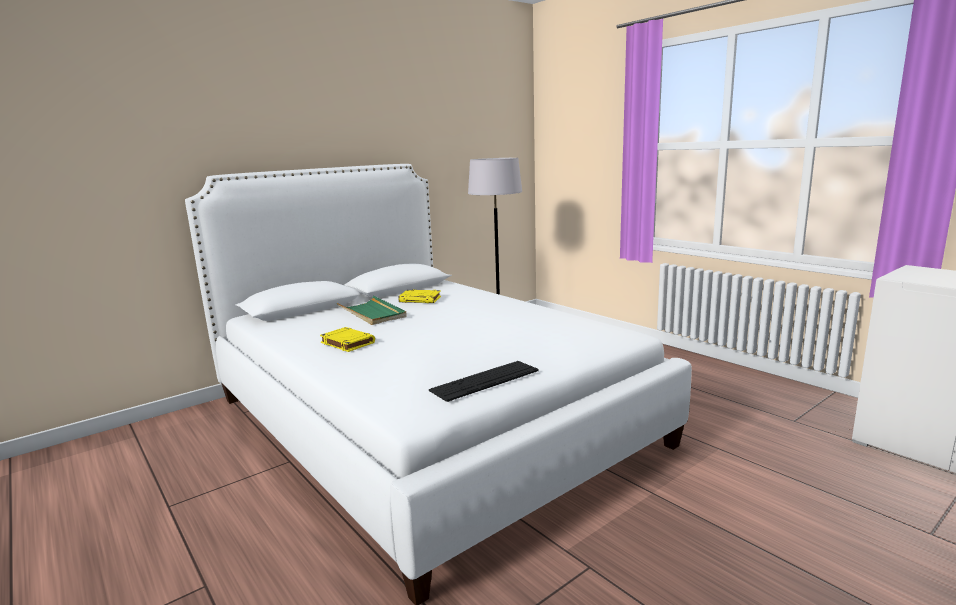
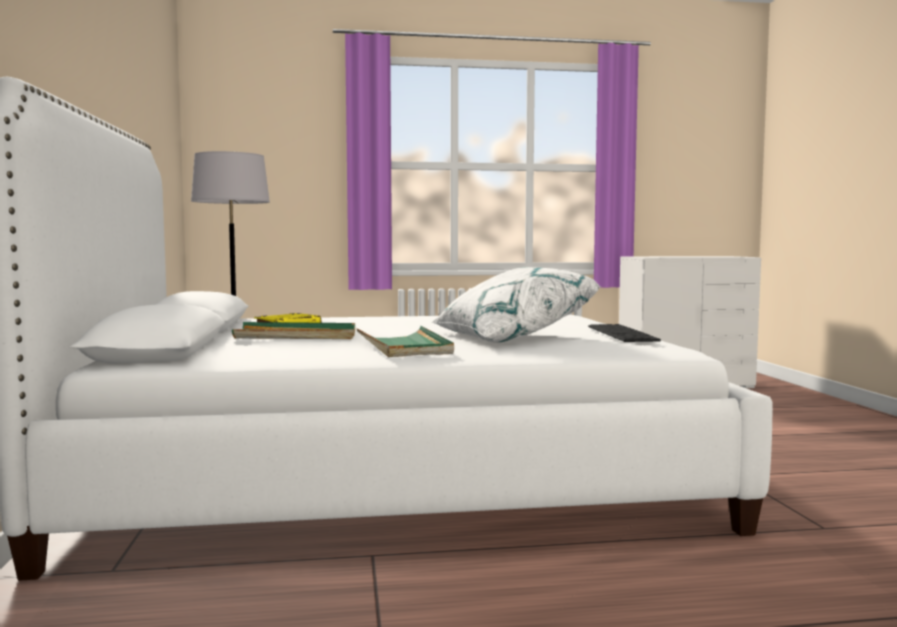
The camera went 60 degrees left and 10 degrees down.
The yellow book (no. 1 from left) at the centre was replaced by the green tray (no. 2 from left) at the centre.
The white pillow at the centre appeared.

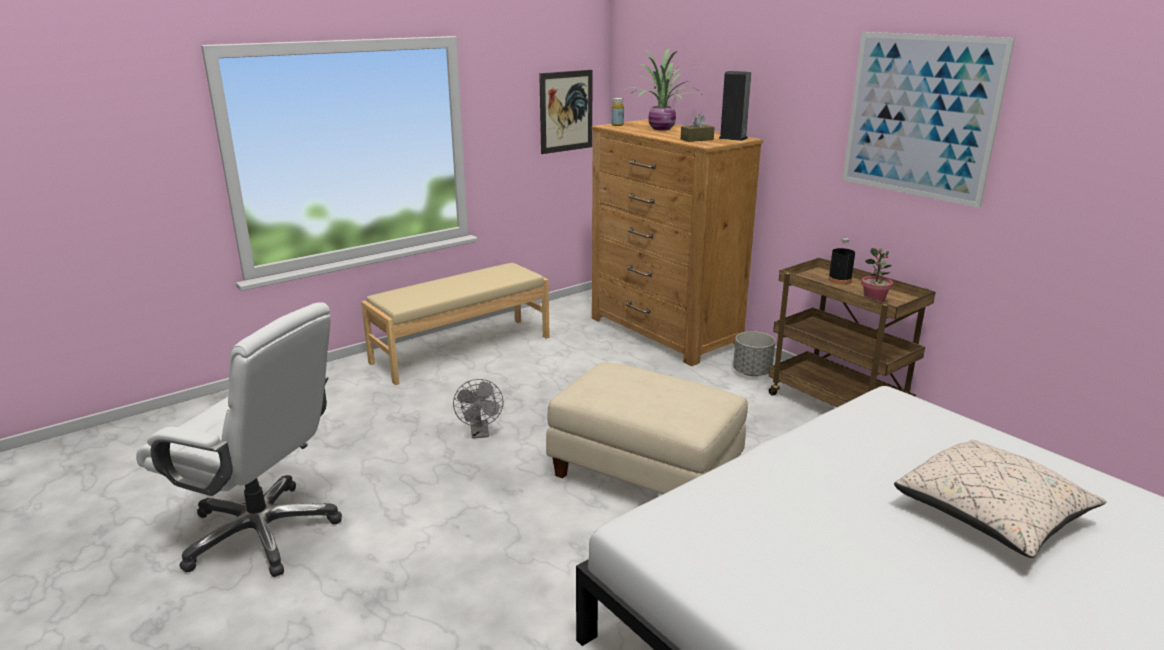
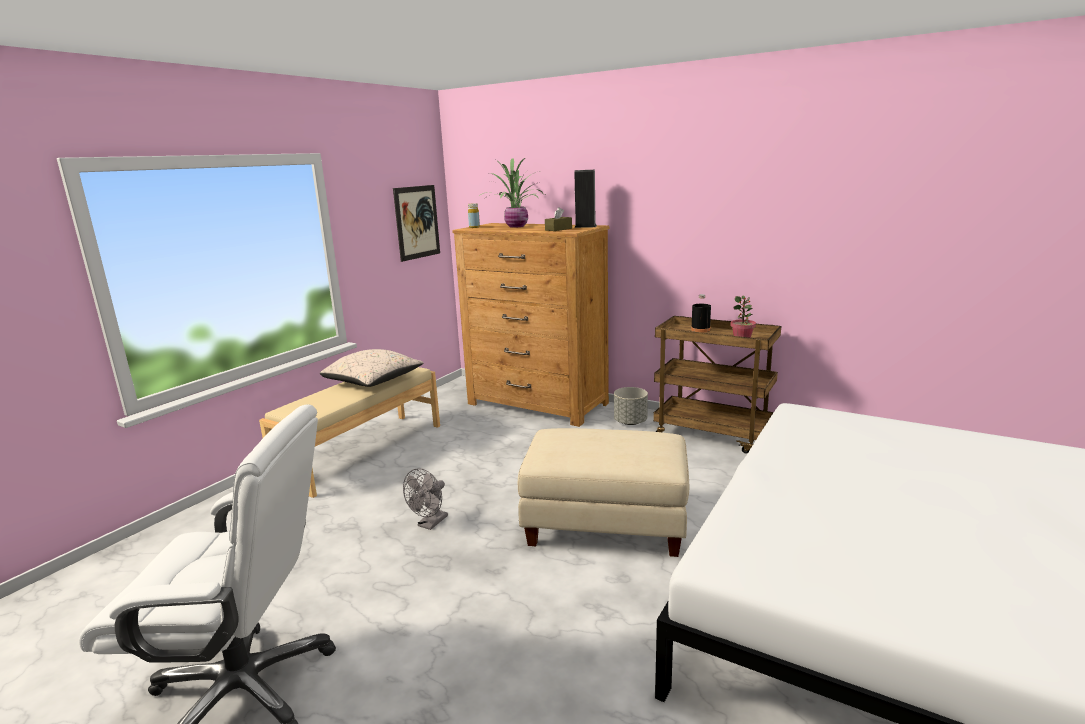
The camera went 20 degrees left and 5 degrees down.
The picture (no. 2 from left) at the top right disappeared.
The grey fan at the centre turned 60 degrees clockwise.
The beige pillow moved from the bottom right to the centre.

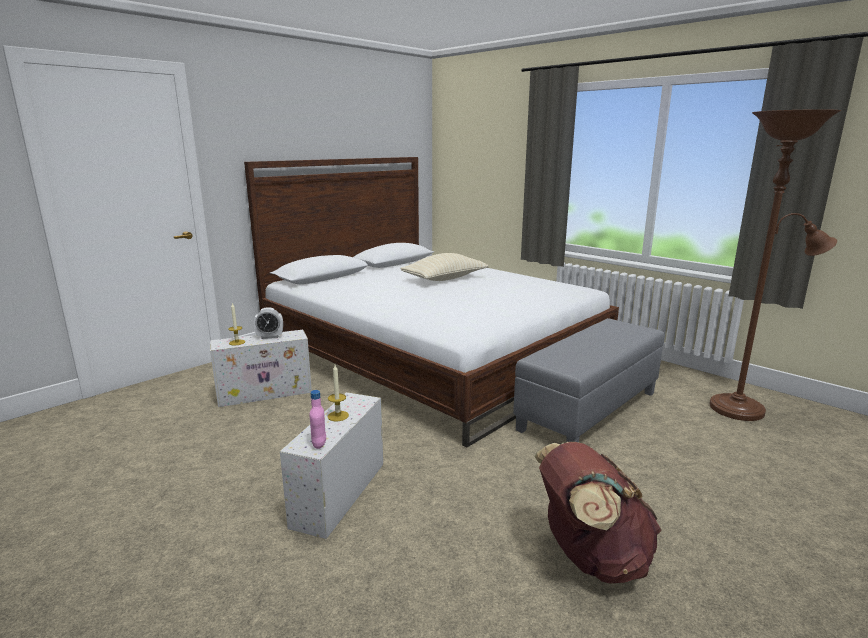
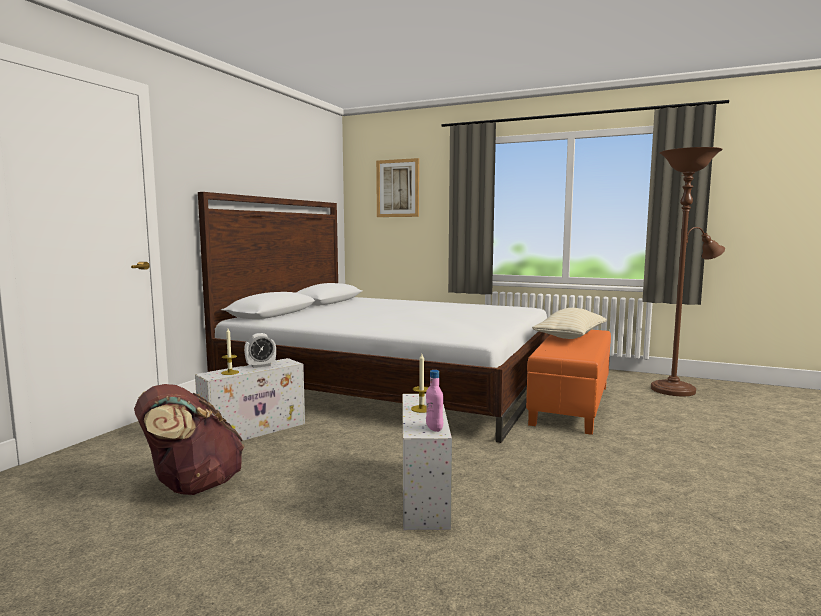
The camera went 20 degrees left and 10 degrees down.
The beige pillow moved from the centre to the middle right.
The grey ottoman at the middle right became the orange ottoman at the middle right.
The brown backpack moved from the bottom right to the bottom left.
The picture at the top centre appeared.

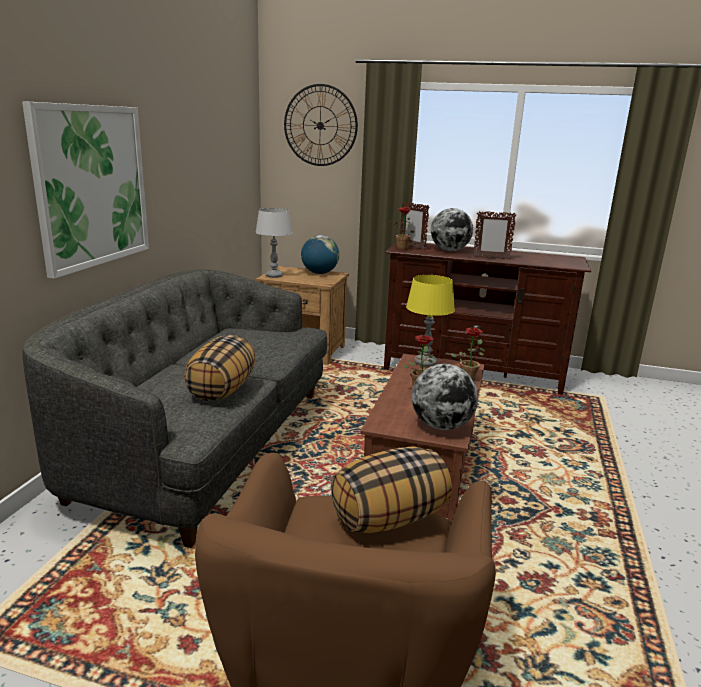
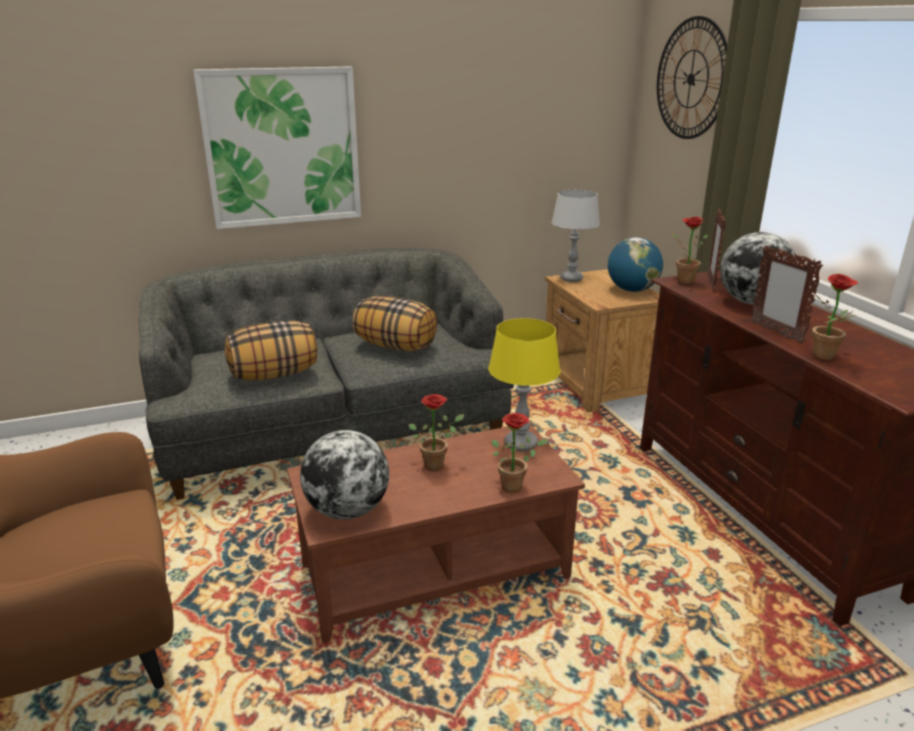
The camera went 55 degrees right and 5 degrees up.
The pillow (no. 2 from left) moved from the bottom centre to the centre.
The potted plant (no. 4 from left) at the middle right appeared.

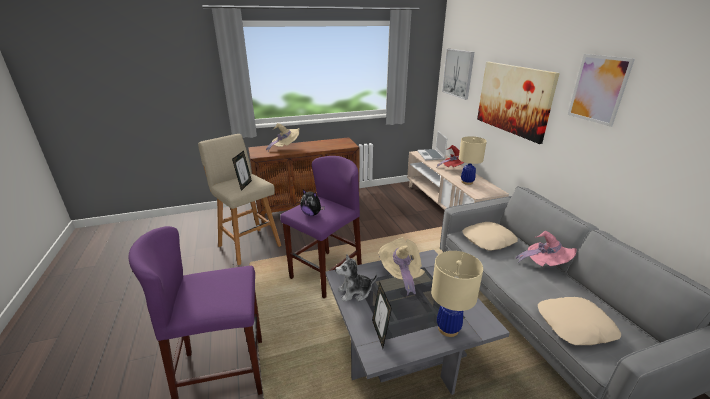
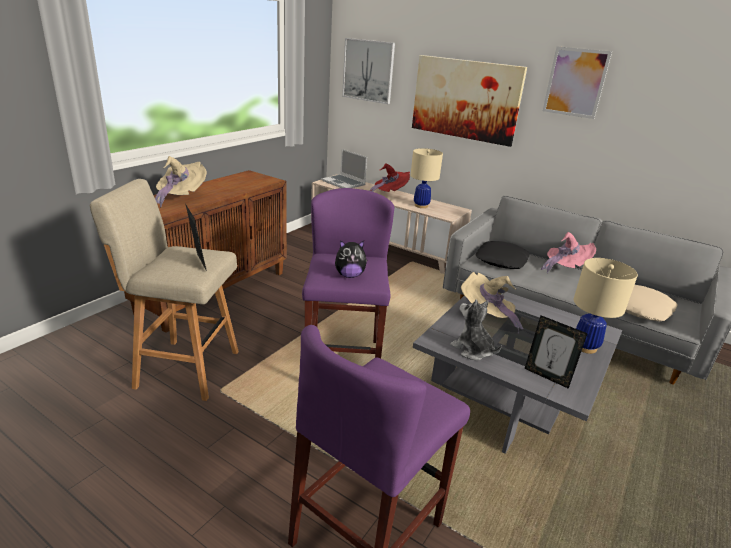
The camera went 40 degrees left and 0 degrees up.
The beige pillow (no. 1 from left) at the middle right became the black pillow at the middle right.
The plush toy (no. 2 from left) at the bottom centre turned 105 degrees clockwise.

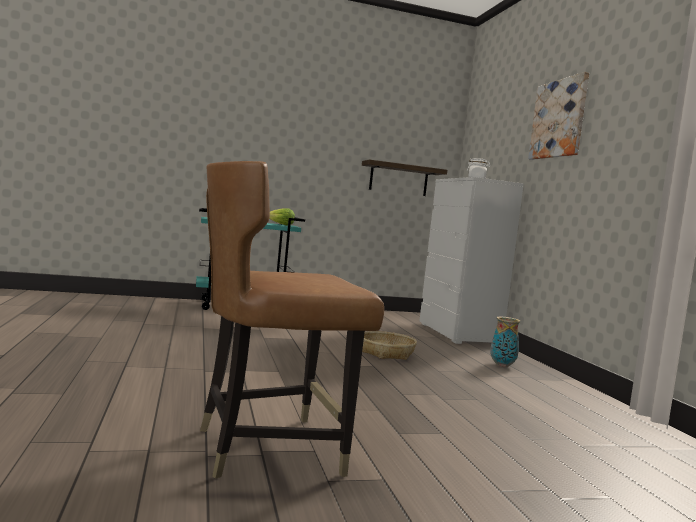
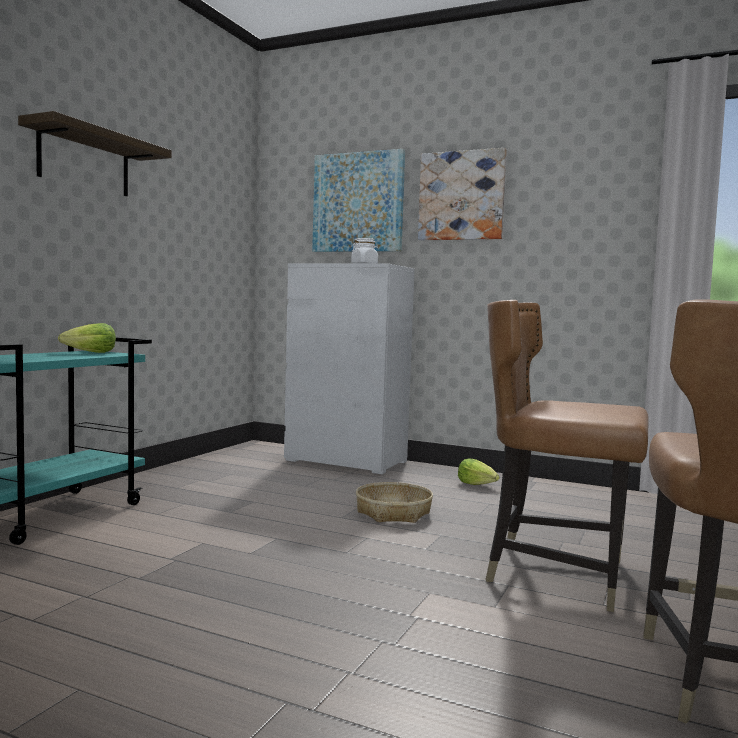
The camera went 50 degrees left and 0 degrees up.
The shelf moved from the centre to the top left.
The vase at the middle right was replaced by the lettuce (no. 2 from left) at the centre.
The picture (no. 1 from left) at the top centre appeared.
The brown chair (no. 1 from left) at the middle right appeared.

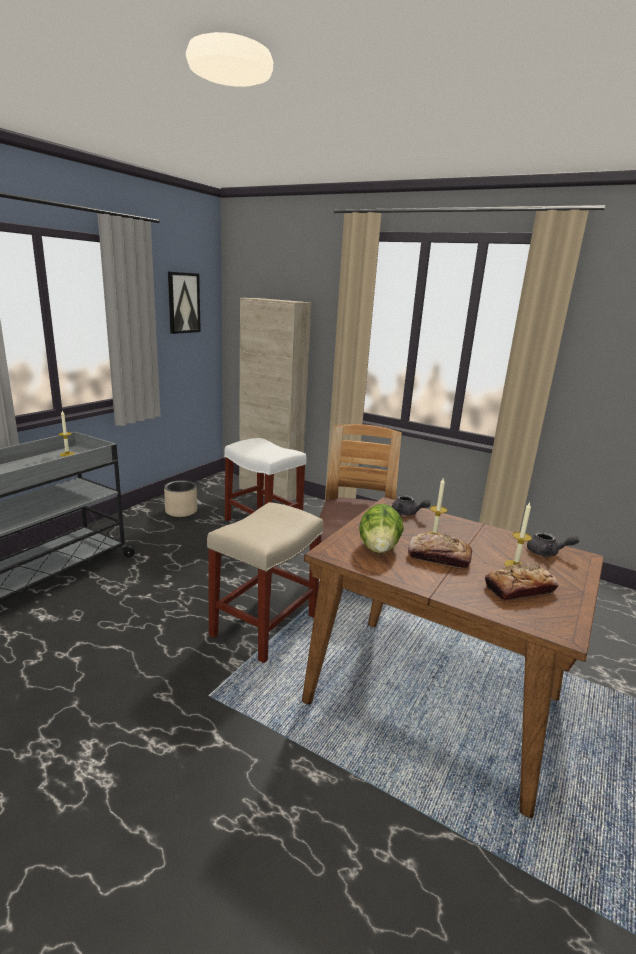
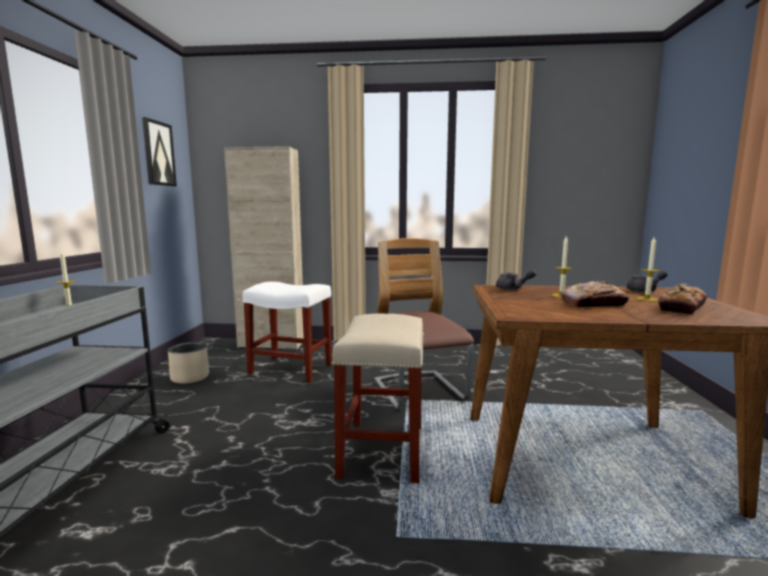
The camera went 25 degrees left and 10 degrees down.
The lettuce at the centre disappeared.

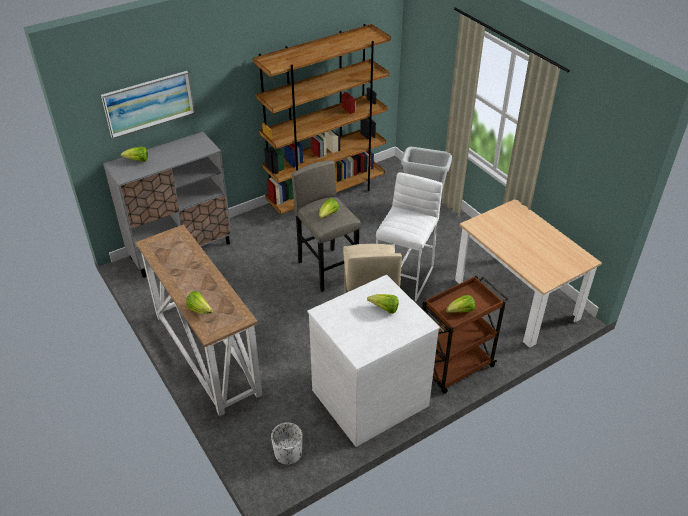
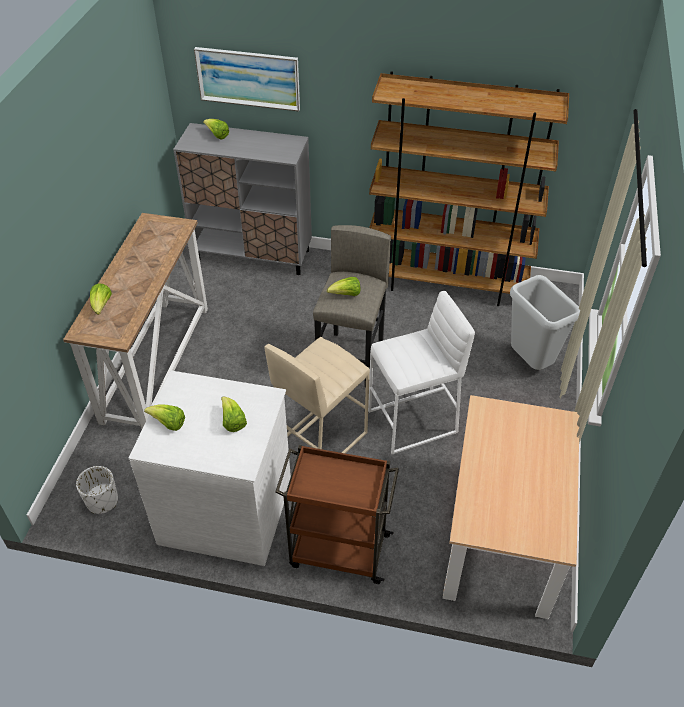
The camera went 45 degrees right and 5 degrees up.
The lettuce (no. 5 from left in the first image) moved from the middle right to the middle left.

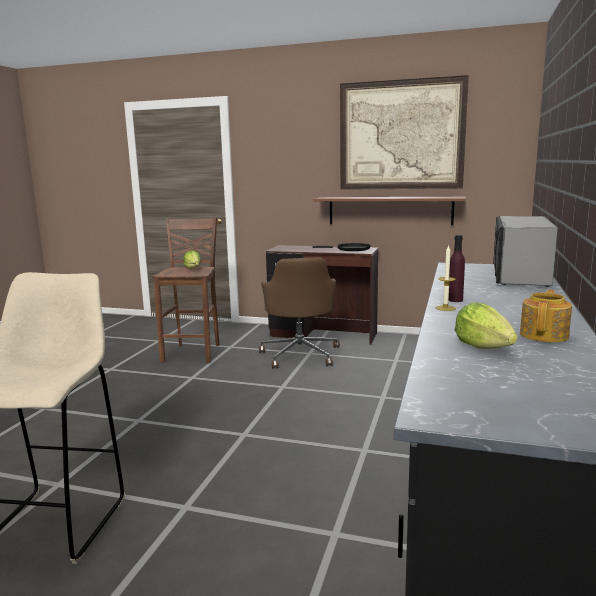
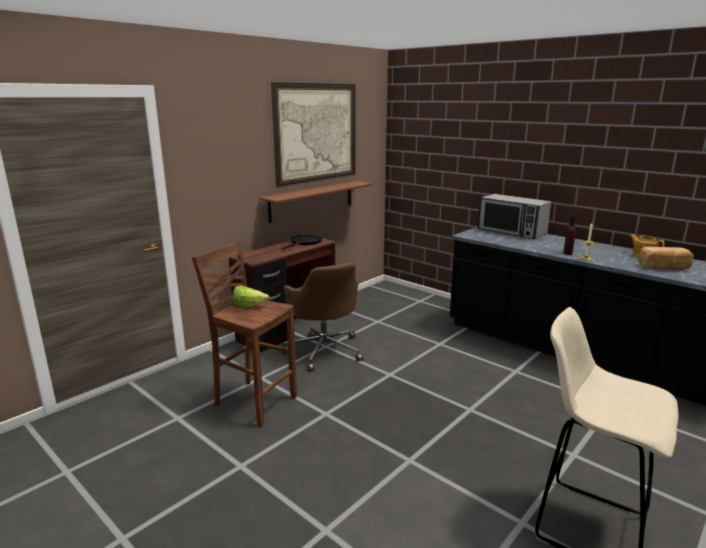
The camera went 65 degrees left and 5 degrees up.
The brown office chair at the centre turned 45 degrees clockwise.
The lettuce (no. 2 from left) at the middle right was replaced by the bread at the middle right.

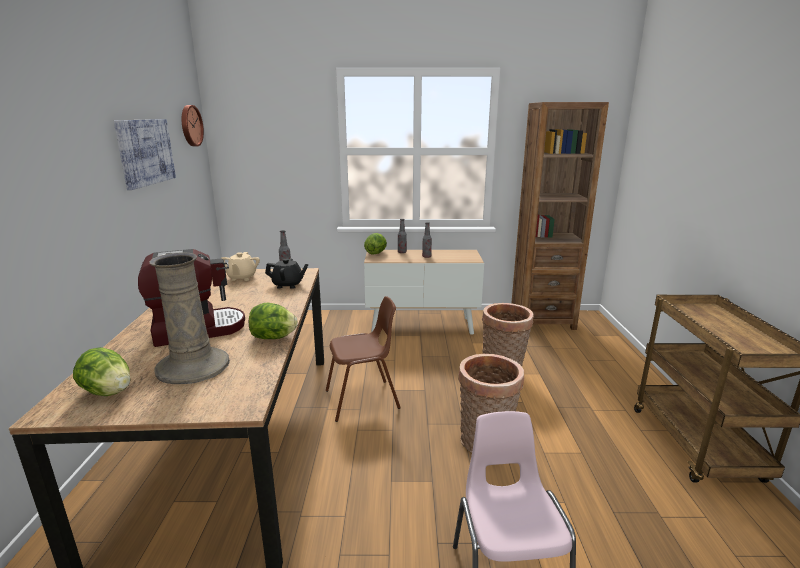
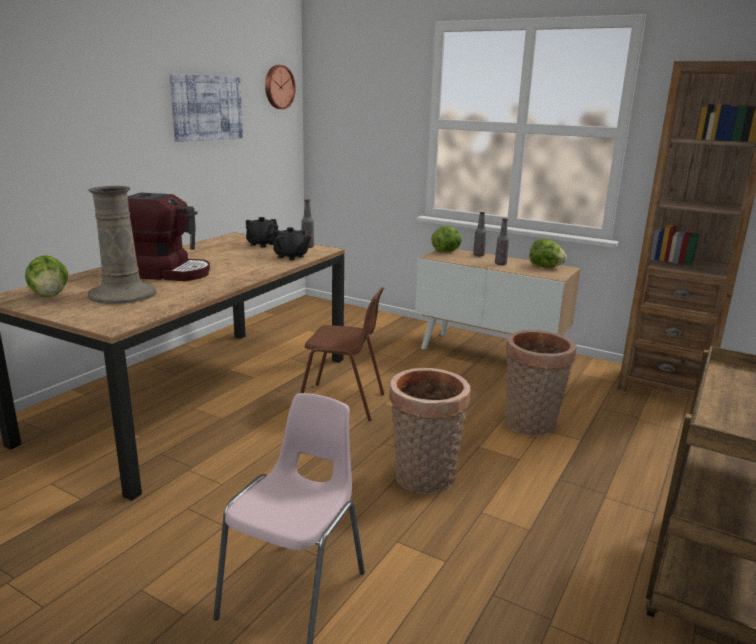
The camera went 30 degrees right and 0 degrees up.
The beige teapot at the middle left became the black teapot (no. 1 from left) at the centre.
The lettuce (no. 2 from left in the first image) moved from the centre to the middle right.

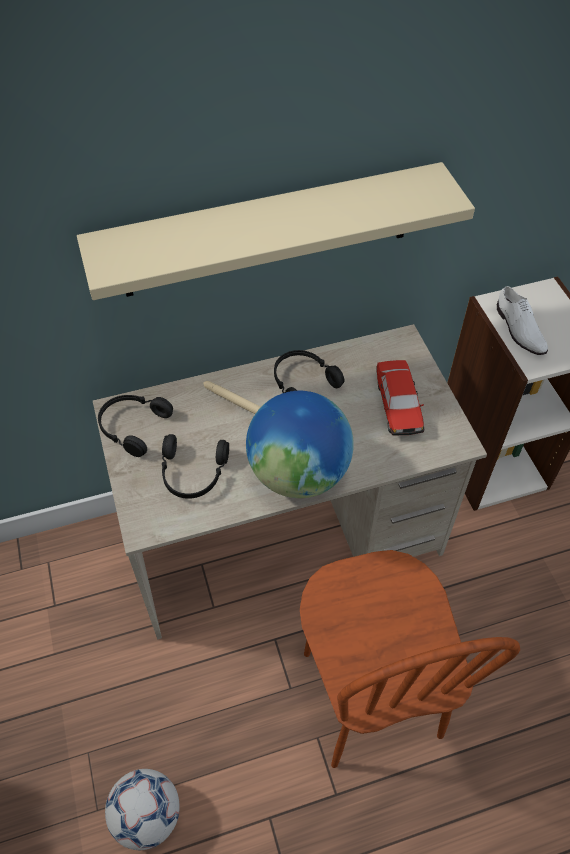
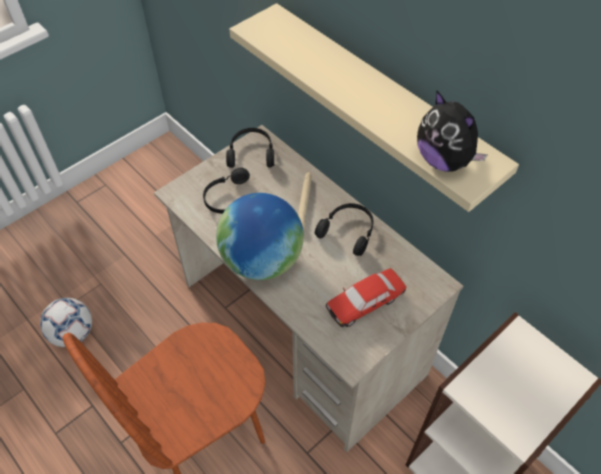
The camera went 65 degrees right and 0 degrees up.
The white shoe at the middle right disappeared.
The plush toy at the top right appeared.

